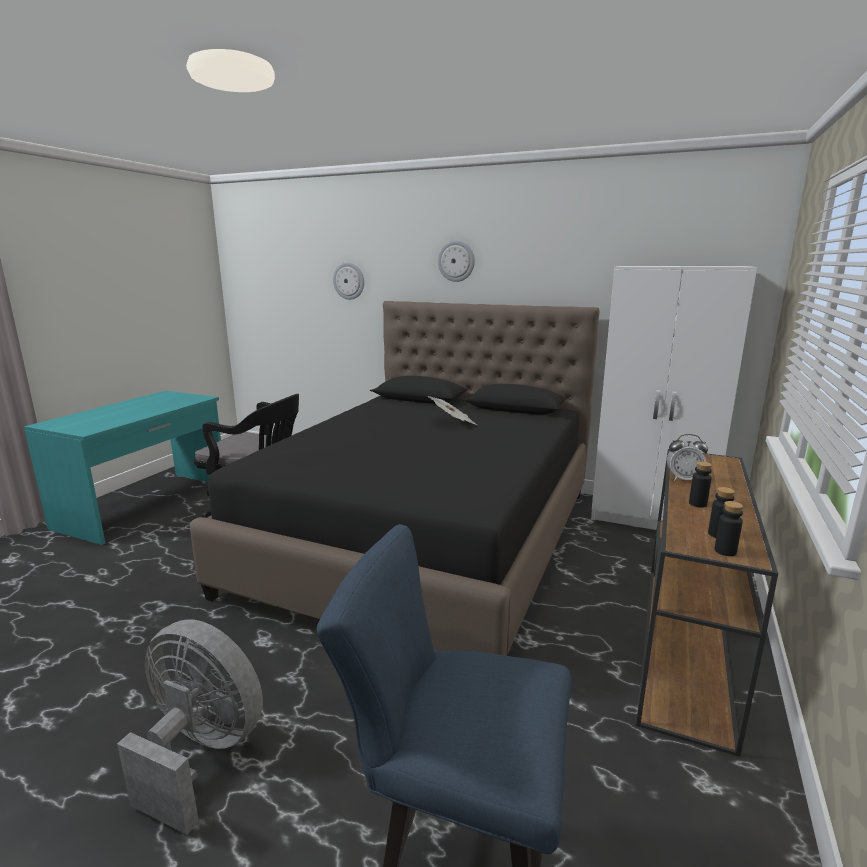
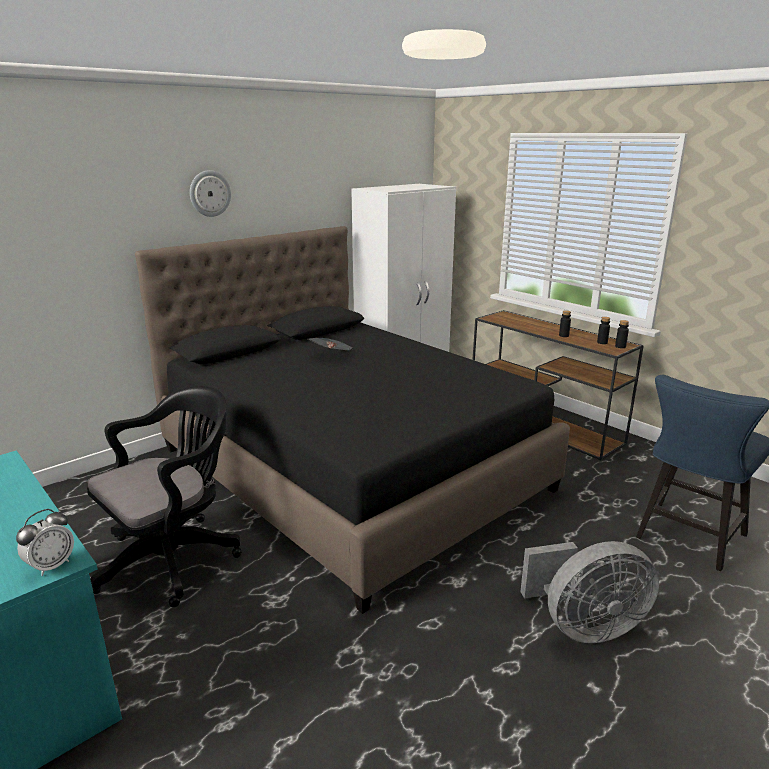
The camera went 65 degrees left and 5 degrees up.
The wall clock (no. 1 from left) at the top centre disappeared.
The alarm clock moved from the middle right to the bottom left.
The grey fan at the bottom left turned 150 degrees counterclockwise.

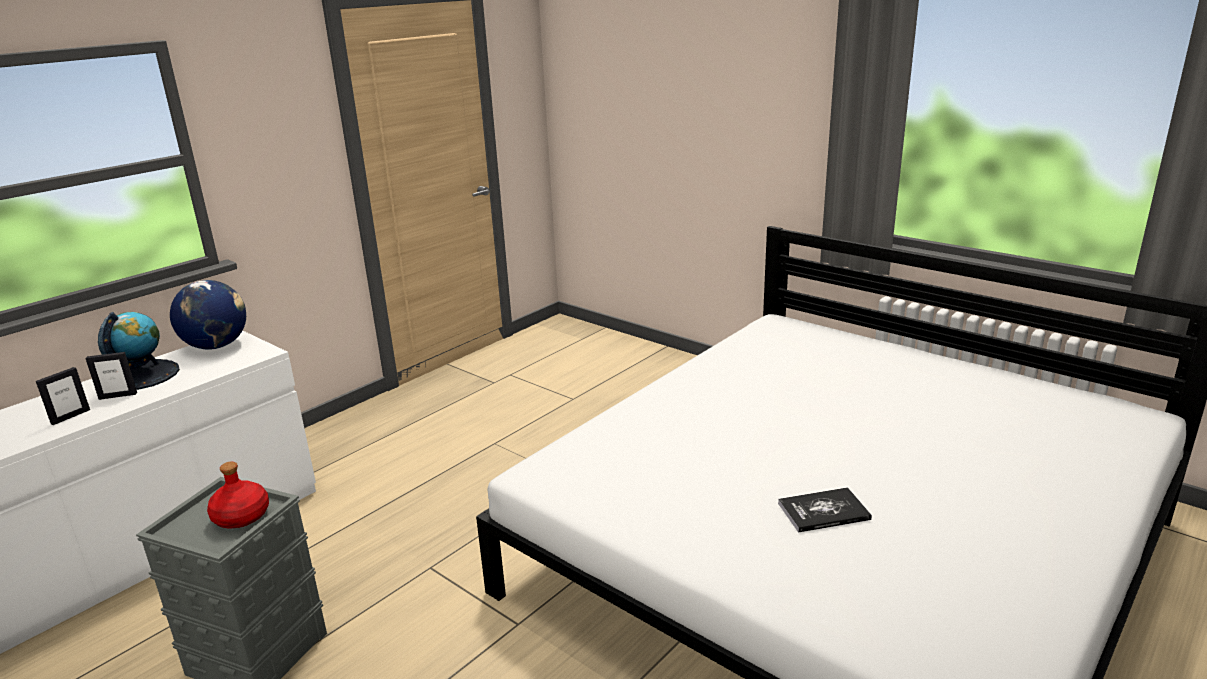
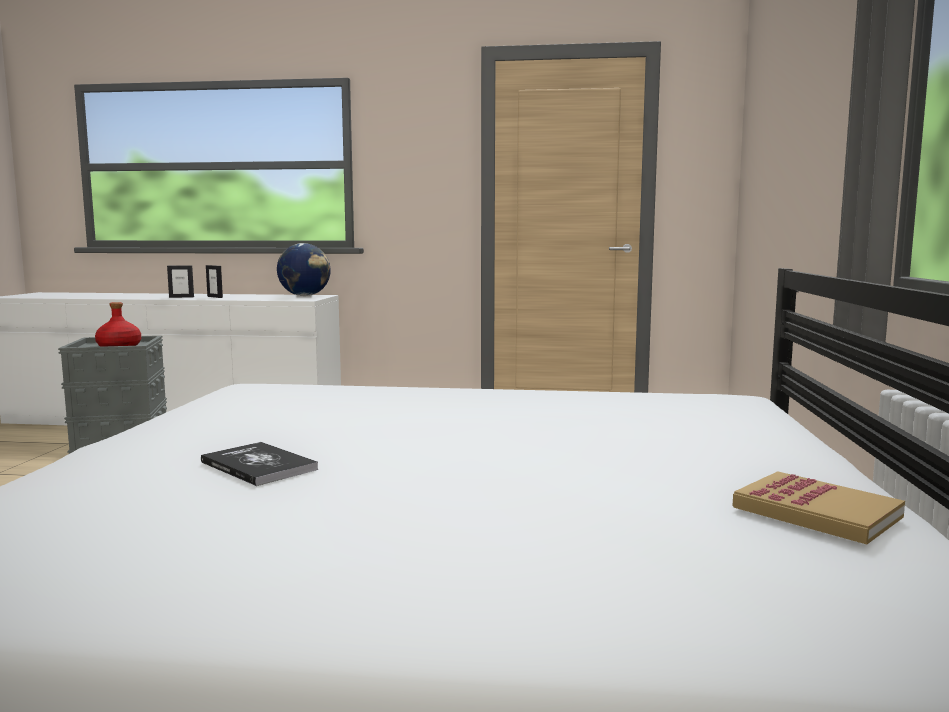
The camera went 55 degrees right and 15 degrees down.
The globe (no. 1 from left) at the middle left disappeared.
The book (no. 2 from left) at the bottom right appeared.

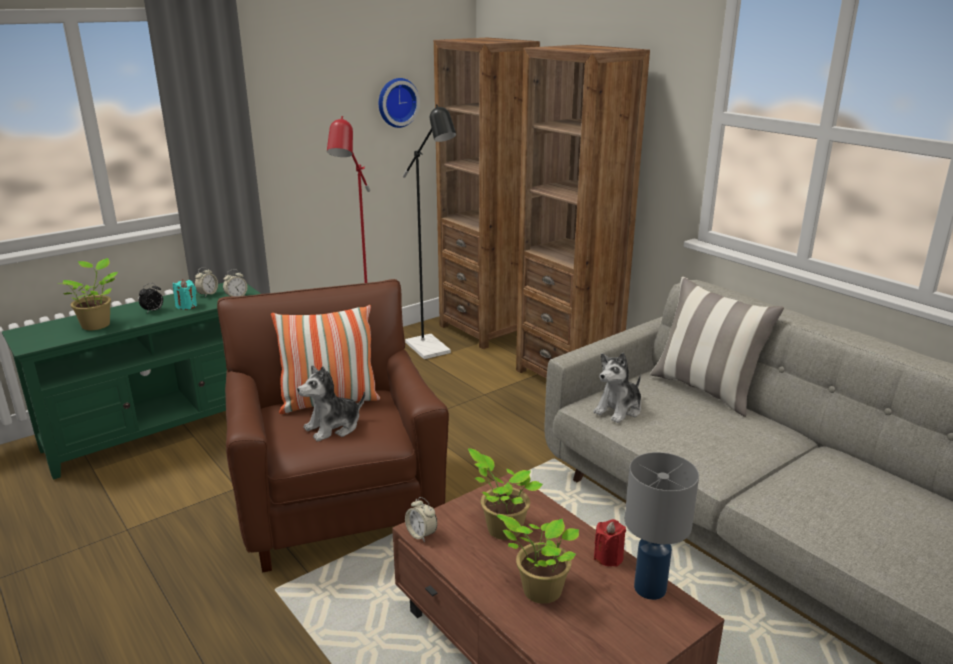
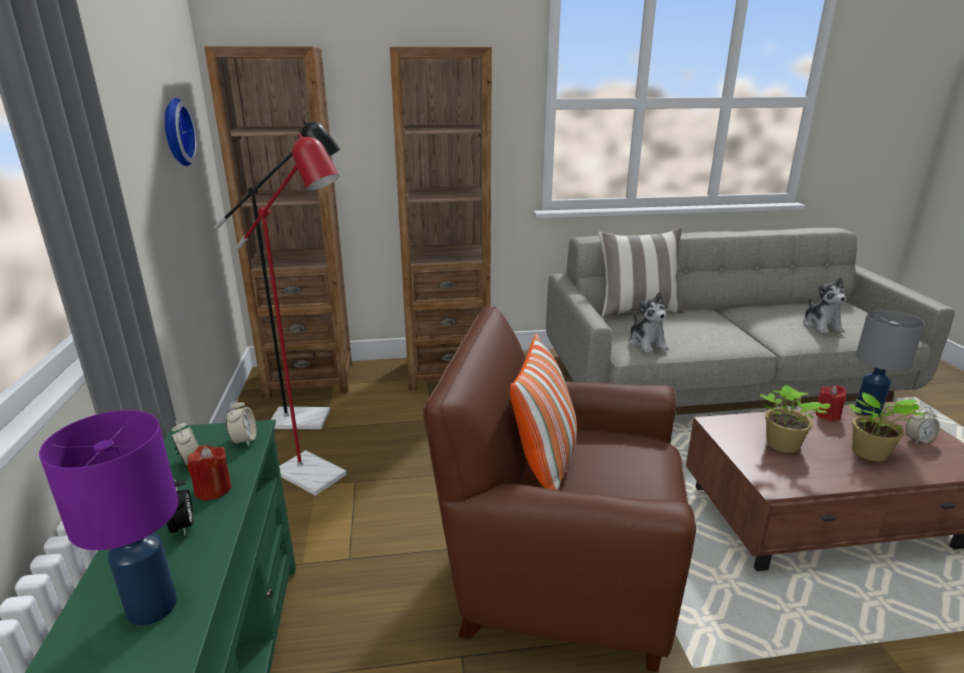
The camera went 60 degrees left and 0 degrees up.
The potted plant (no. 1 from left) at the middle left was replaced by the purple table lamp at the bottom left.
The turquoise candle at the middle left became the red candle (no. 1 from left) at the bottom left.
The plush toy (no. 1 from left in the first image) moved from the centre to the middle right.
The alarm clock (no. 4 from left) moved from the bottom centre to the middle right.

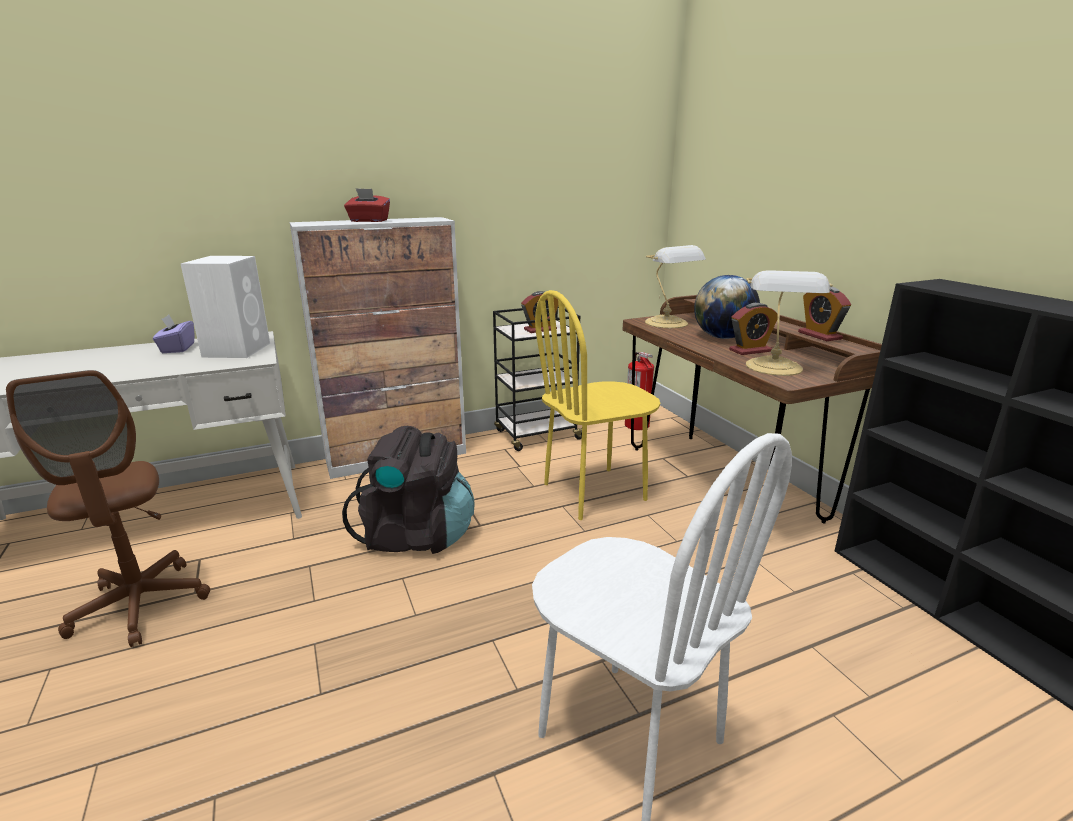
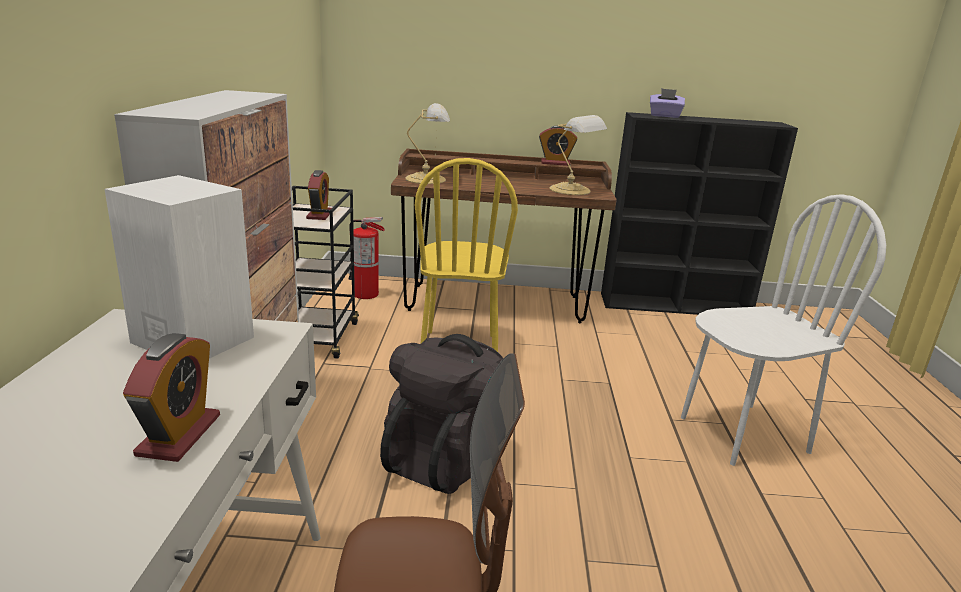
The camera went 65 degrees left and 0 degrees up.
The red tissue box at the top centre disappeared.
The globe at the middle right disappeared.
The alarm clock (no. 2 from left in the first image) moved from the middle right to the bottom left.
The purple tissue box moved from the middle left to the top right.

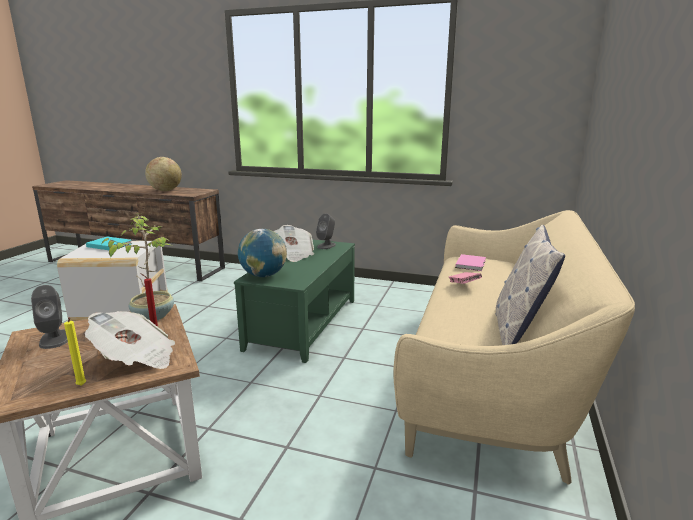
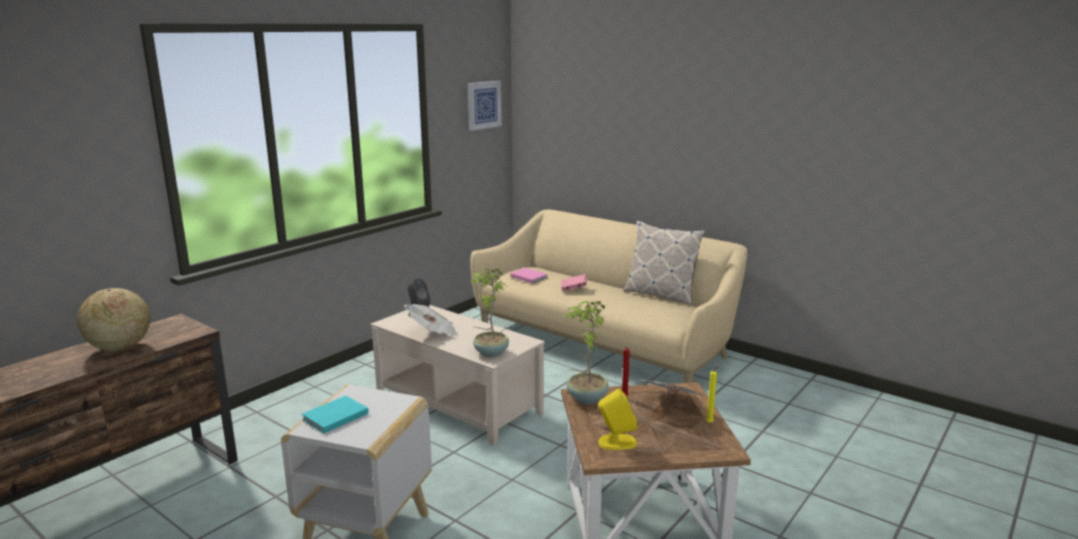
The camera went 70 degrees left and 0 degrees up.
The globe (no. 2 from left) at the centre was replaced by the potted plant (no. 1 from left) at the centre.
The green coffee table at the centre became the beige coffee table at the bottom centre.
The grey speaker (no. 1 from left) at the middle left became the yellow speaker at the bottom centre.
The picture at the top centre appeared.

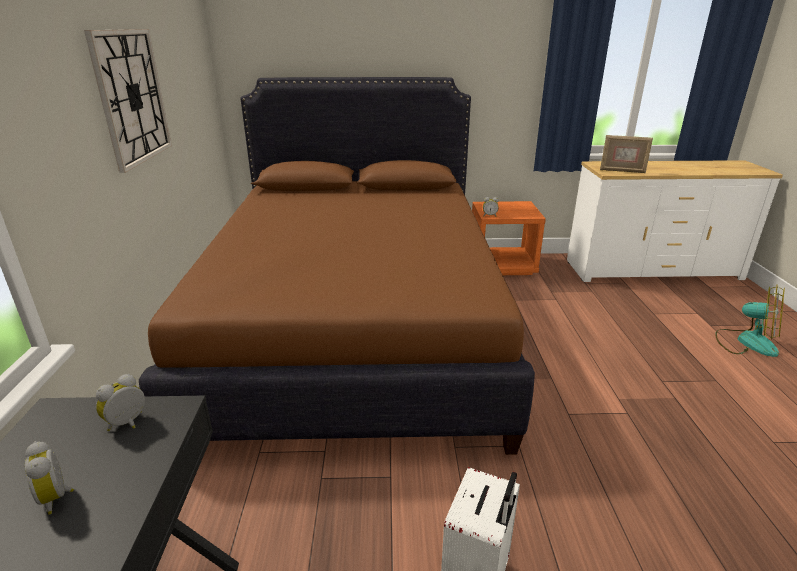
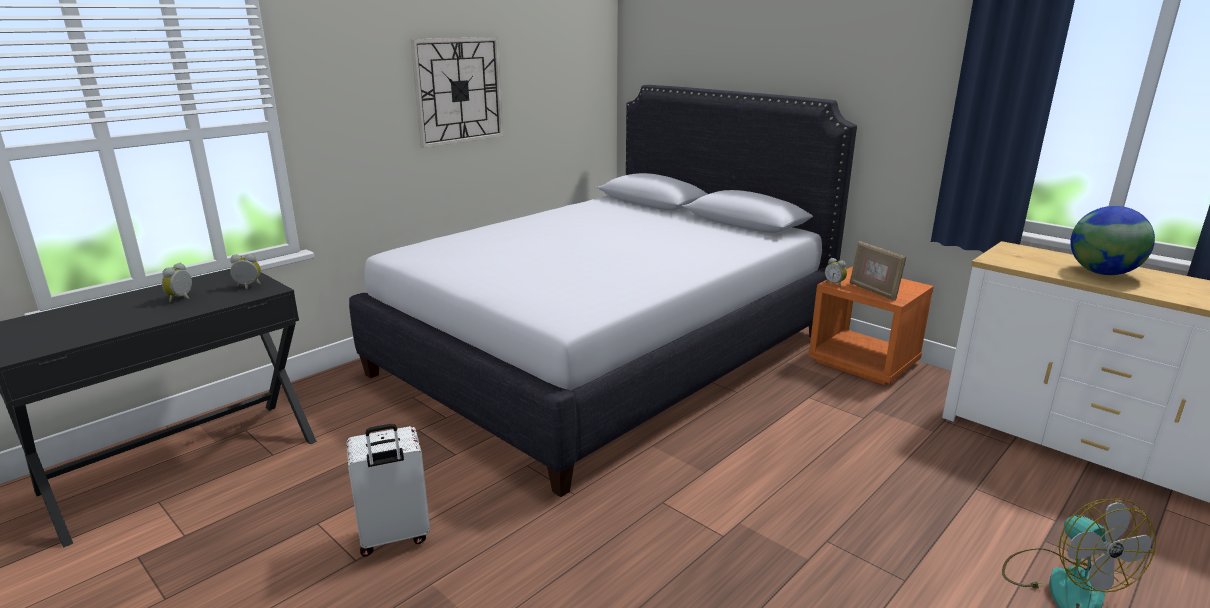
The camera went 45 degrees right and 5 degrees down.
The brown bed at the centre became the white bed at the centre.
The picture frame moved from the top right to the middle right.
The globe at the middle right appeared.

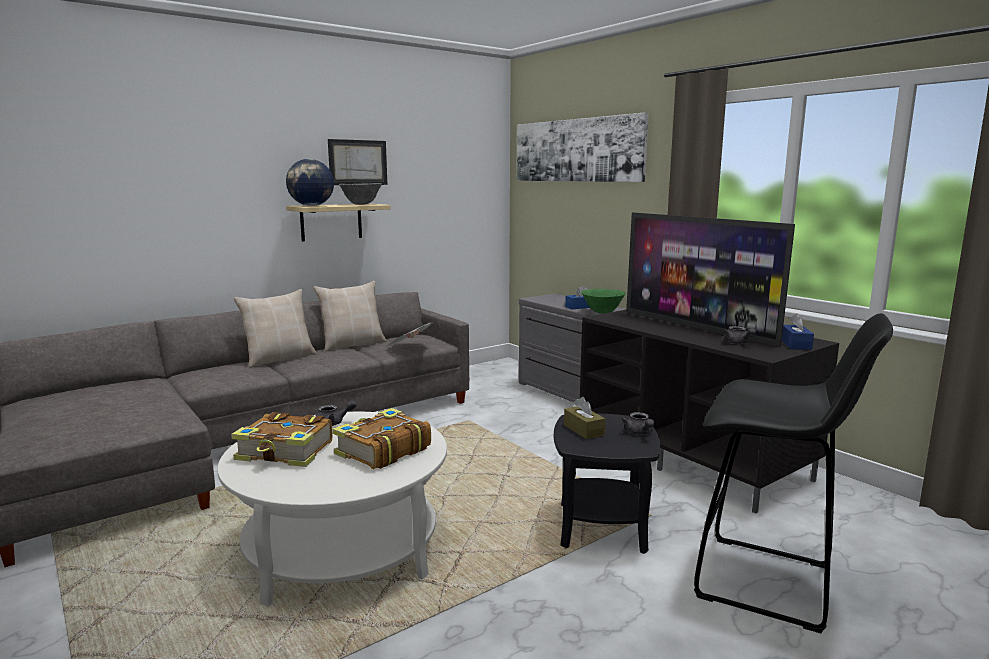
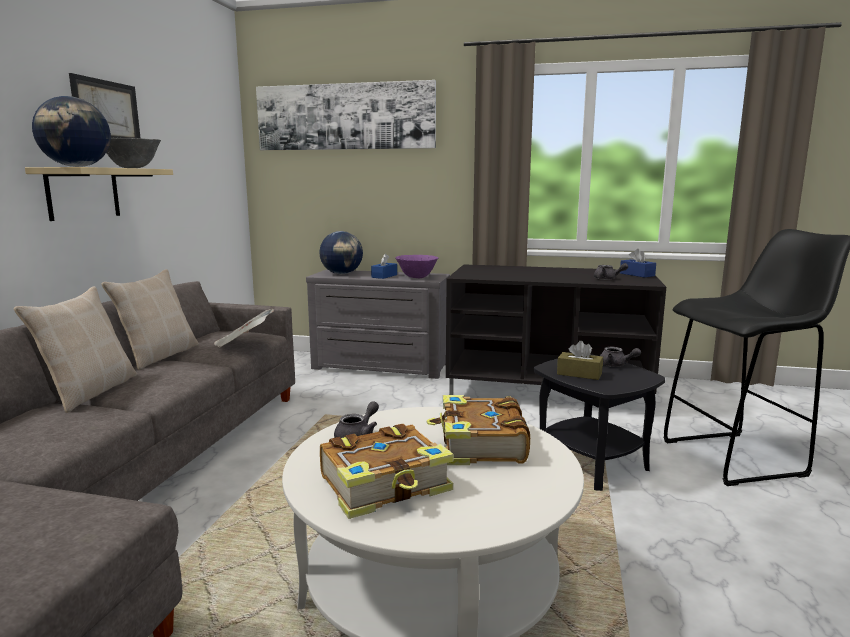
The camera went 40 degrees left and 0 degrees up.
The television at the middle right disappeared.
The green bowl at the centre became the purple bowl at the centre.
The globe (no. 2 from left) at the centre appeared.

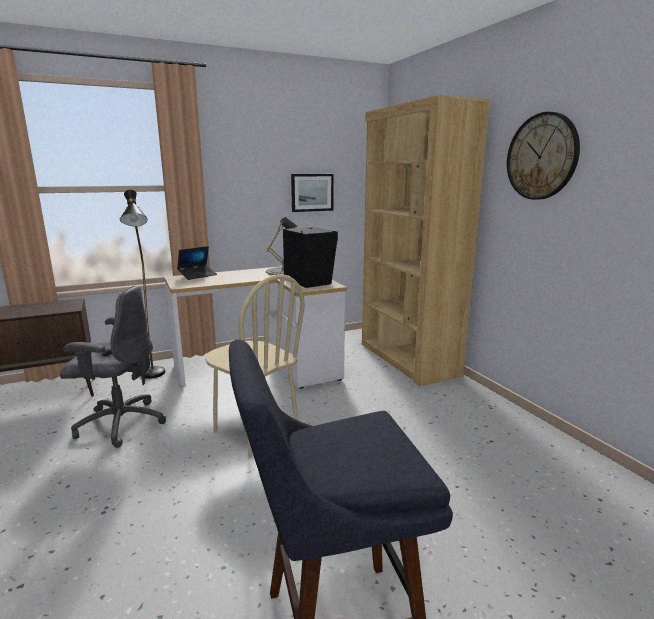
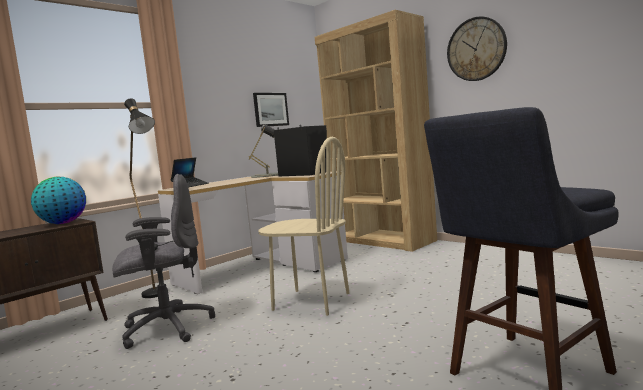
The camera went 20 degrees left and 10 degrees down.
The globe at the middle left appeared.

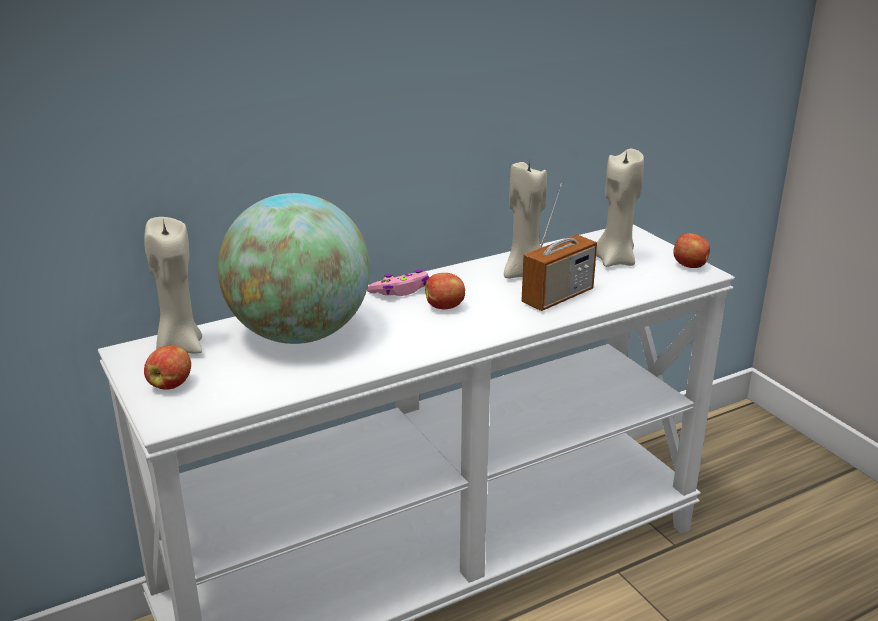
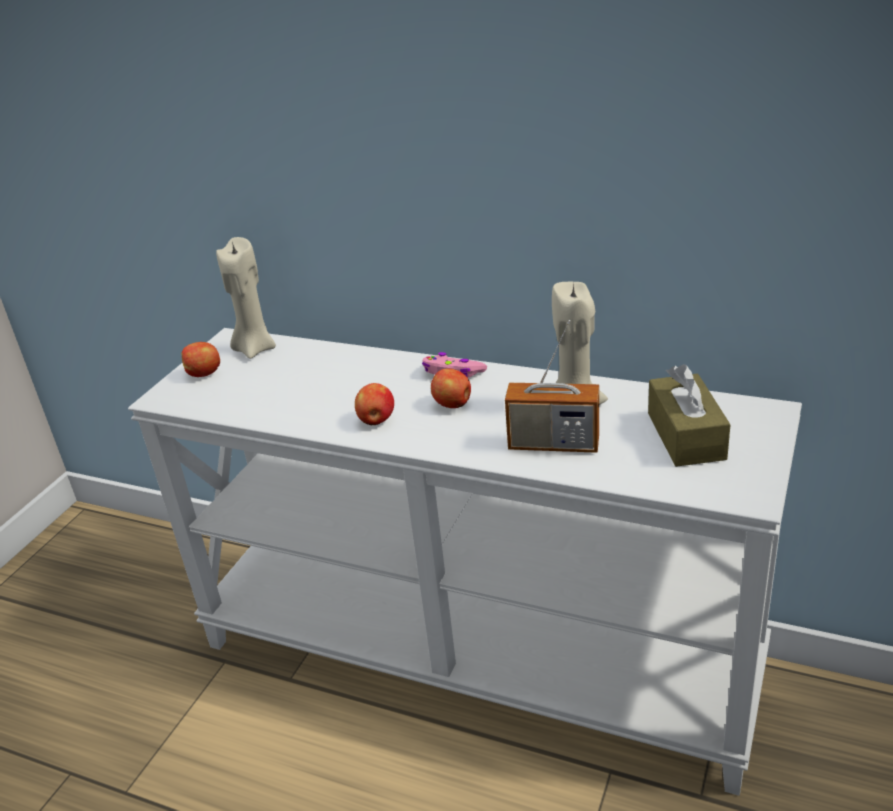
The camera went 55 degrees right and 5 degrees up.
The beige candle (no. 3 from left) at the middle right was replaced by the brown tissue box at the middle right.
The globe at the centre disappeared.
The apple (no. 3 from left in the first image) moved from the middle right to the centre.

